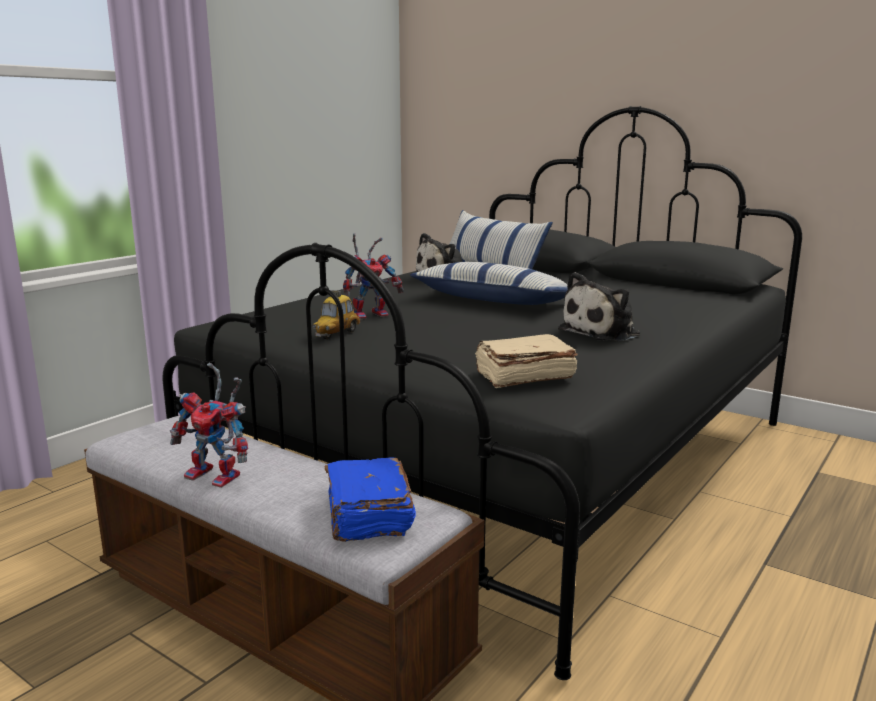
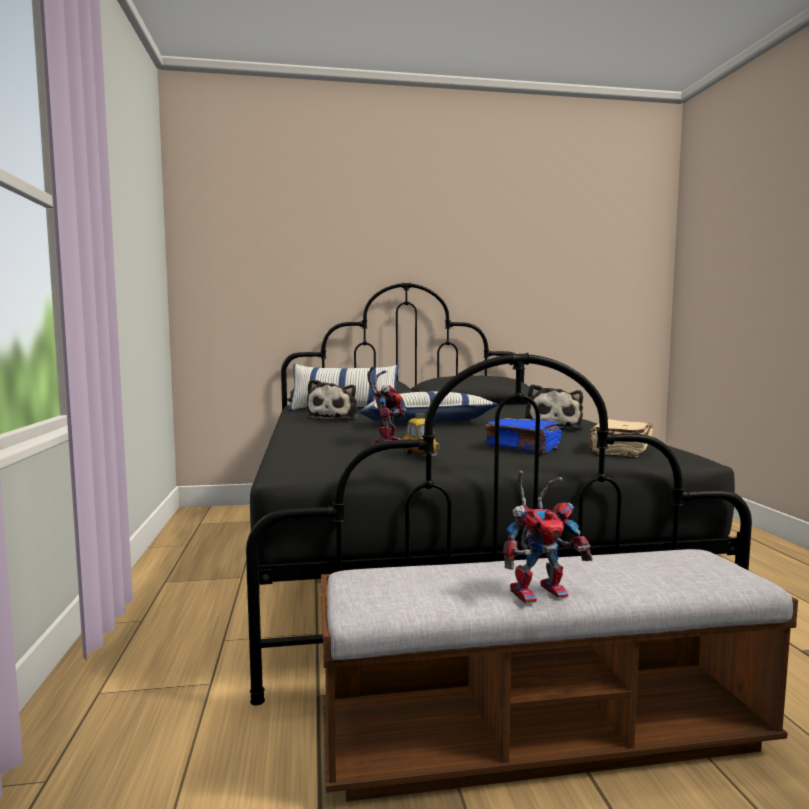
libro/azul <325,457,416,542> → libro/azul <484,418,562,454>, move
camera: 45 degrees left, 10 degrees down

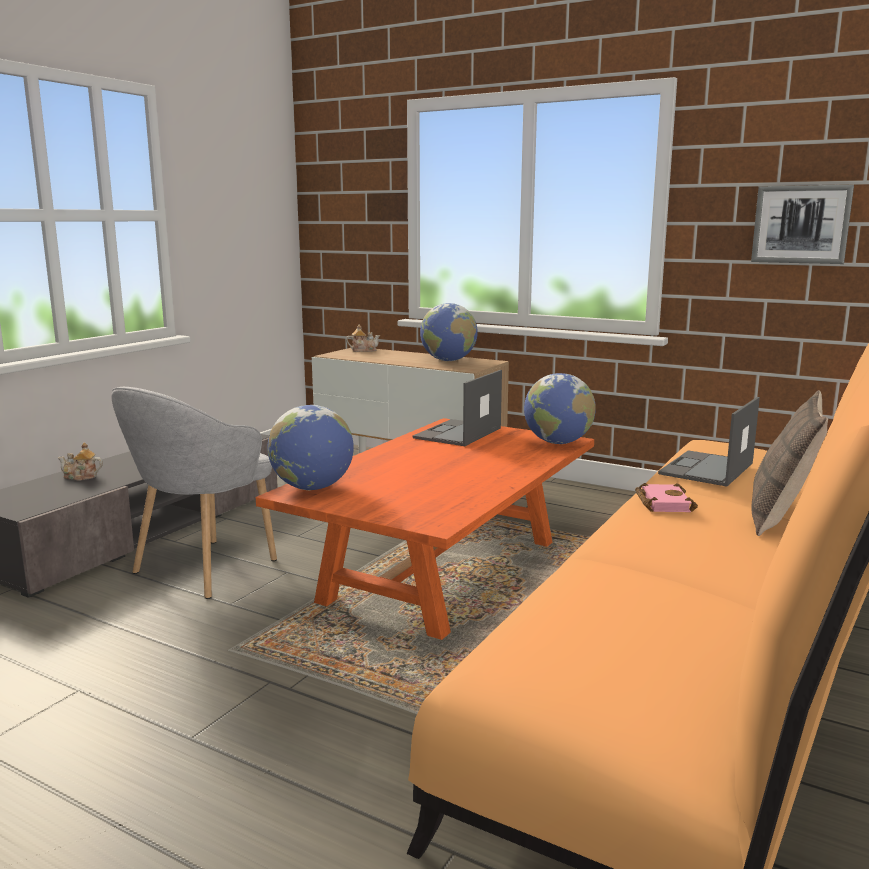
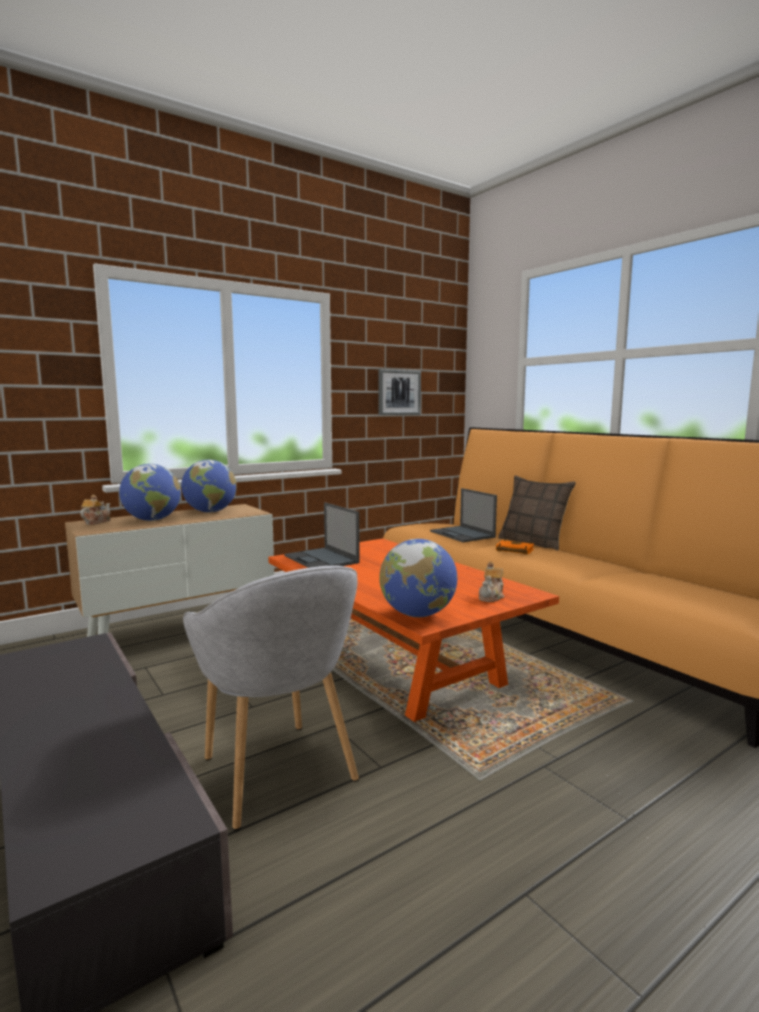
tetera <58,442,103,481> → tetera <479,561,504,602>, move
globo terráqueo <524,373,596,444> → globo terráqueo <119,464,181,521>, move
libro/rosa <635,483,698,512> → libro/naranja <496,539,534,555>
camera: 65 degrees left, 5 degrees down

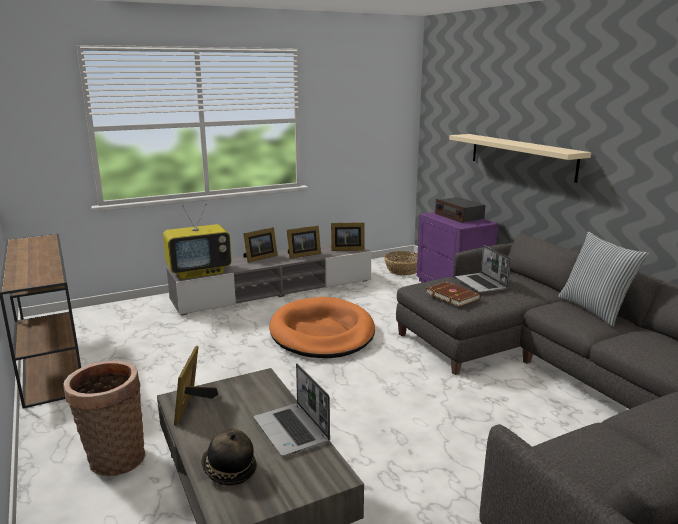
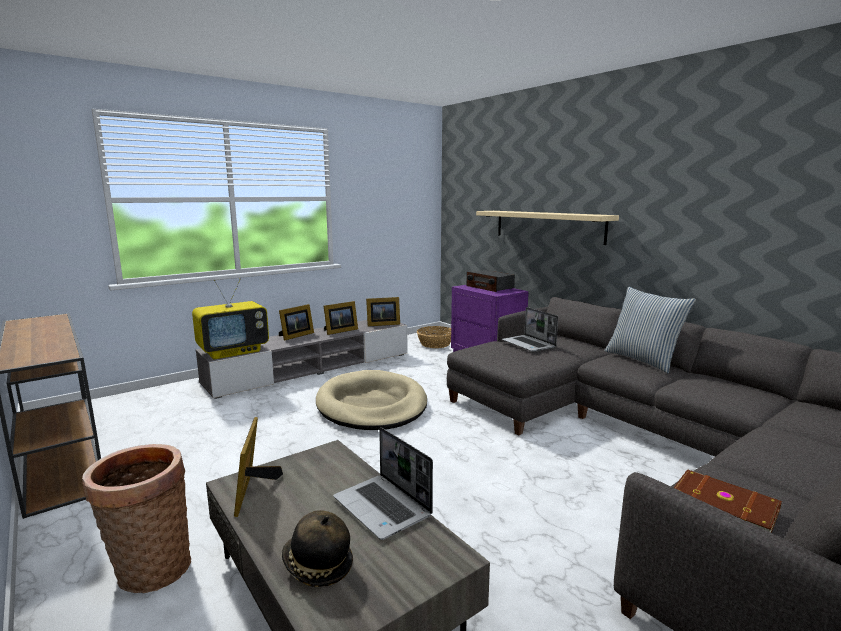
cama para perro/naranja <269,297,375,358> → cama para perro/beis <316,370,427,430>
libro/marrón <426,282,481,307> → libro/marrón <674,469,782,533>, move
camera: 10 degrees left, 5 degrees down

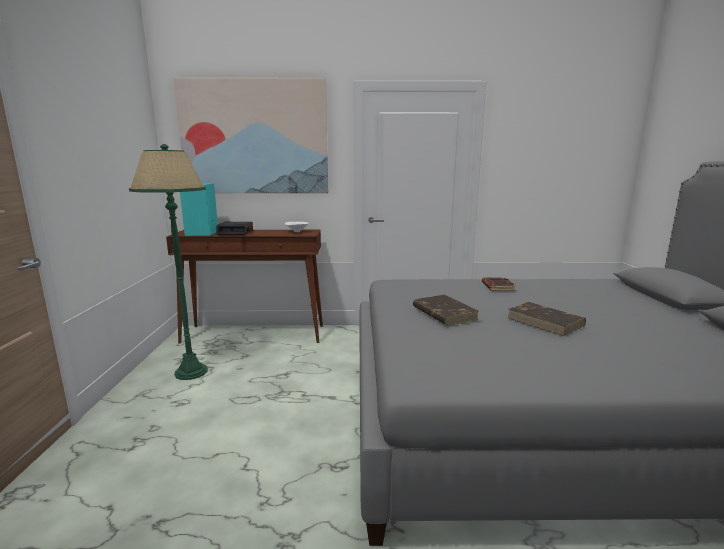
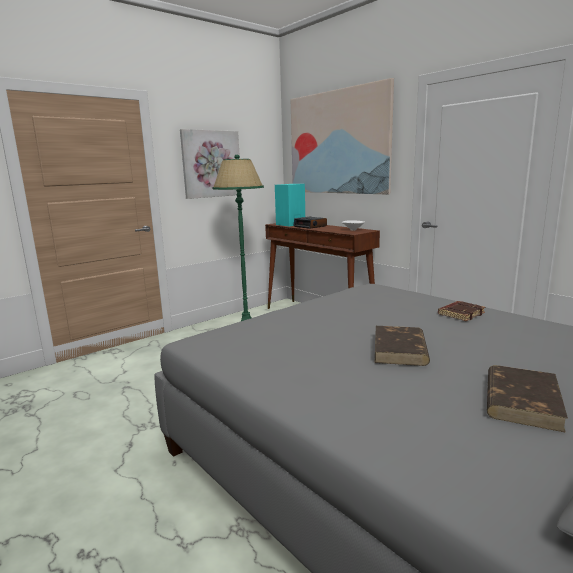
libro/marrón <413,295,479,326> → libro/marrón <487,365,568,433>, move
- → cuadro <180,129,242,199>
camera: 50 degrees right, 0 degrees up

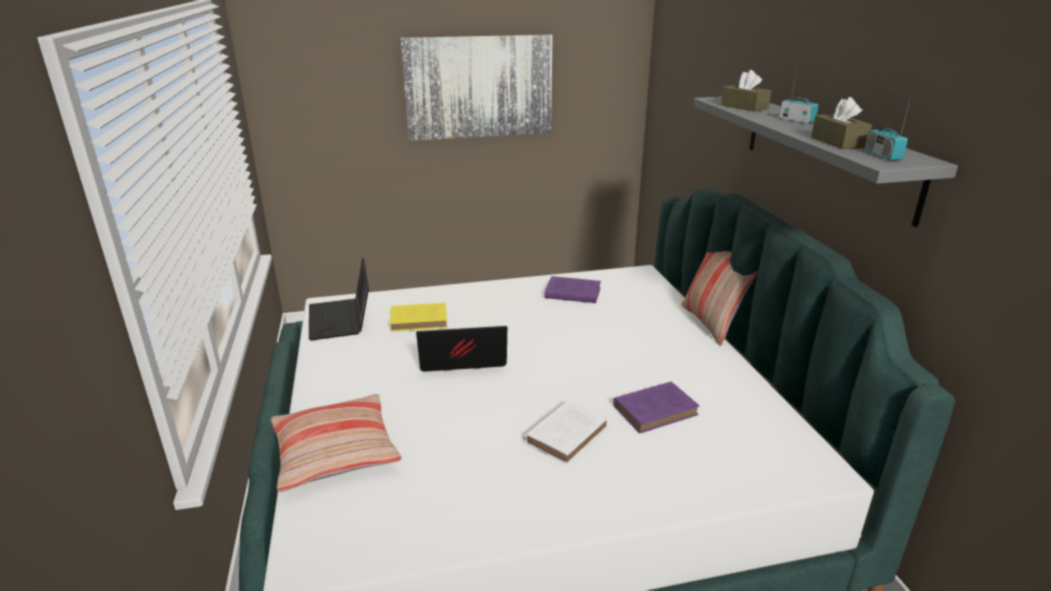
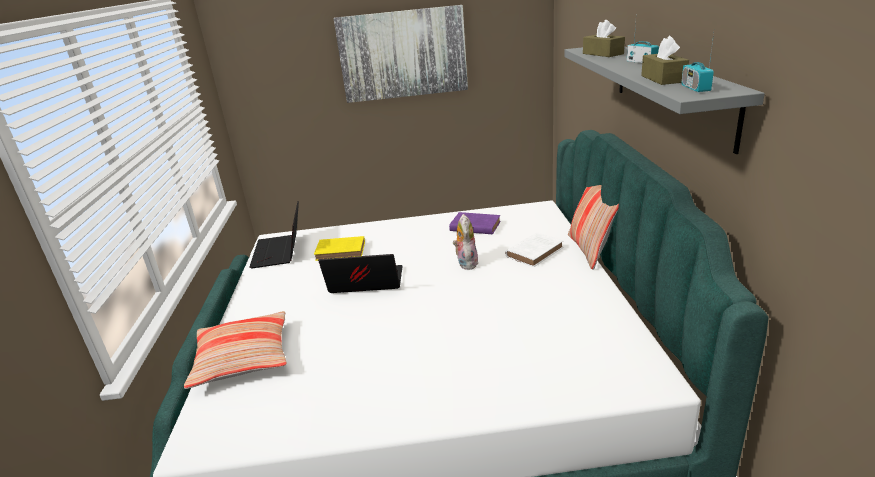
libro/blanco <525,400,609,465> → libro/blanco <506,232,563,267>, move
libro/morado <613,381,699,433> → -
- → peluche <453,214,479,270>
camera: 10 degrees right, 0 degrees up

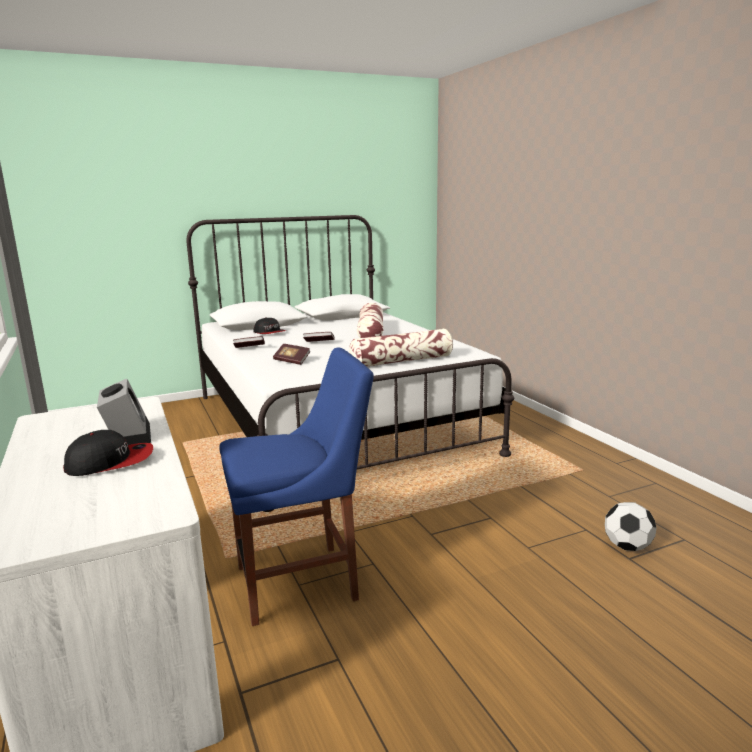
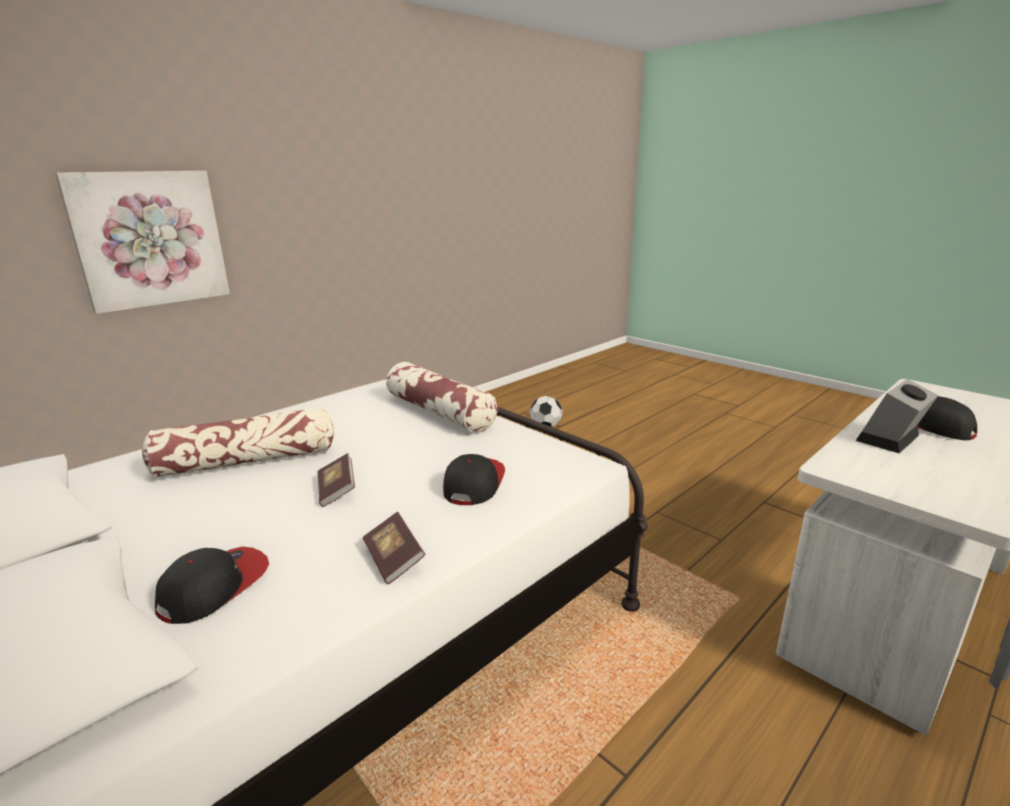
silla/azul <219,348,374,626> → -
libro <273,344,310,365> → gorra <443,454,505,505>
- → cuadro <55,171,230,314>
camera: 110 degrees left, 5 degrees up

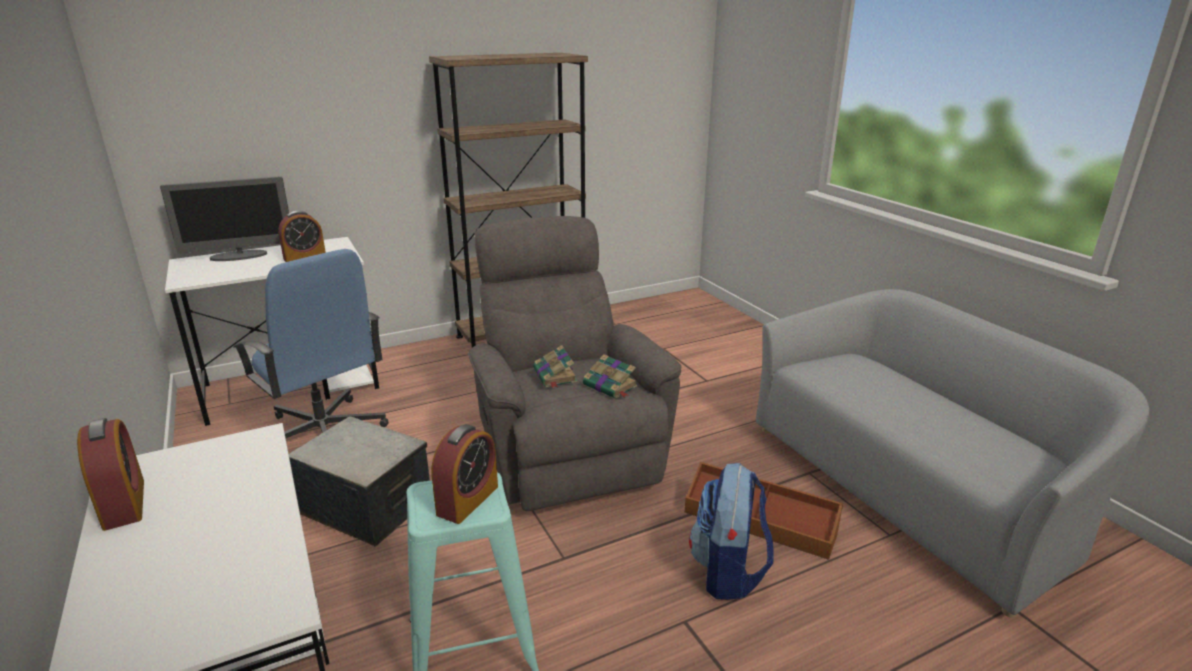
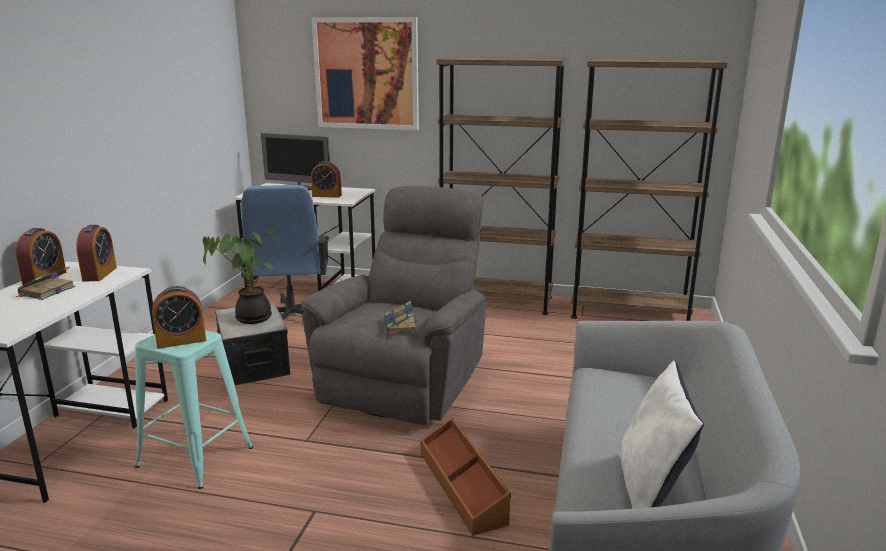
libro <533,345,578,388> → libro <16,267,75,300>, move
mochila <689,463,773,600> → -
- → despertador <76,225,117,281>
- → planta en maceta <203,229,280,324>
- → cuadro <312,17,419,130>
- → estantería/marrón <571,59,727,321>
- → cojín/blanco <619,361,704,509>
camera: 40 degrees right, 5 degrees down

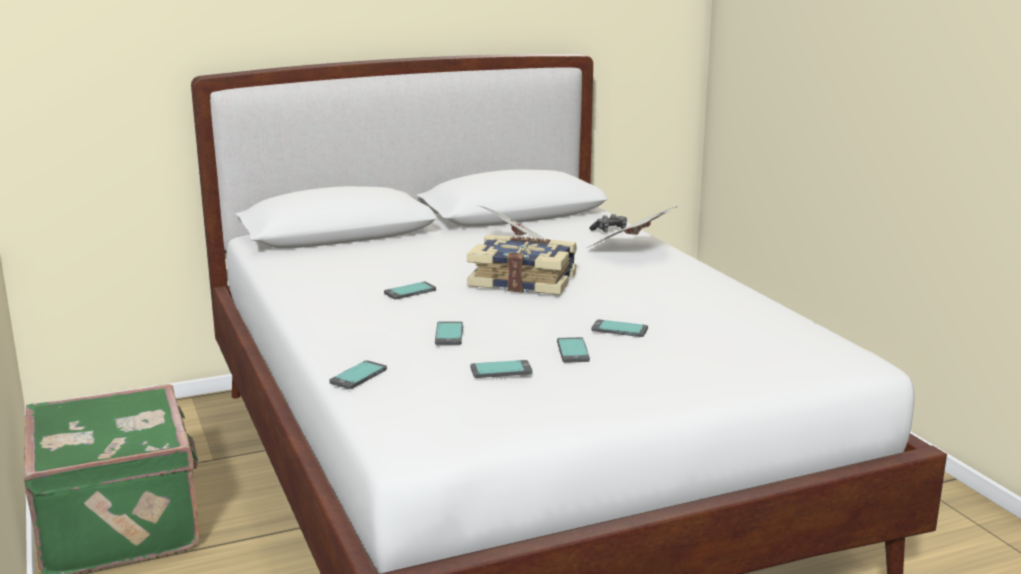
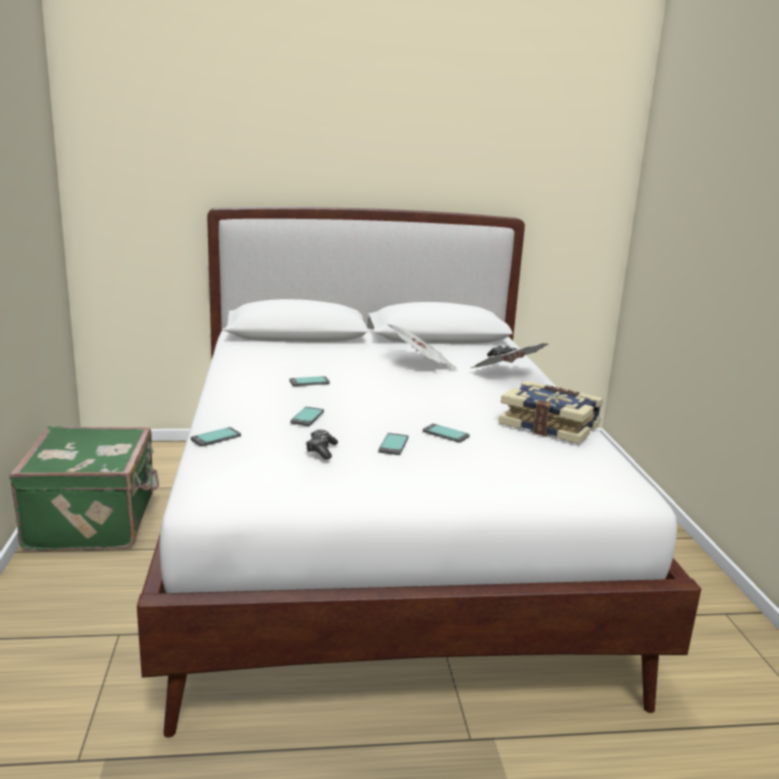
libro <467,235,577,295> → libro <499,381,603,444>, move
móvil <471,360,532,378> → mando de consola <306,430,338,460>
camera: 15 degrees right, 0 degrees up

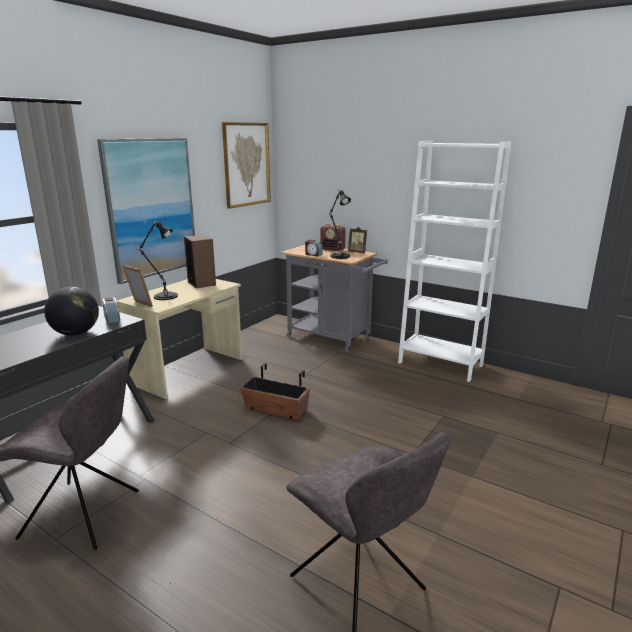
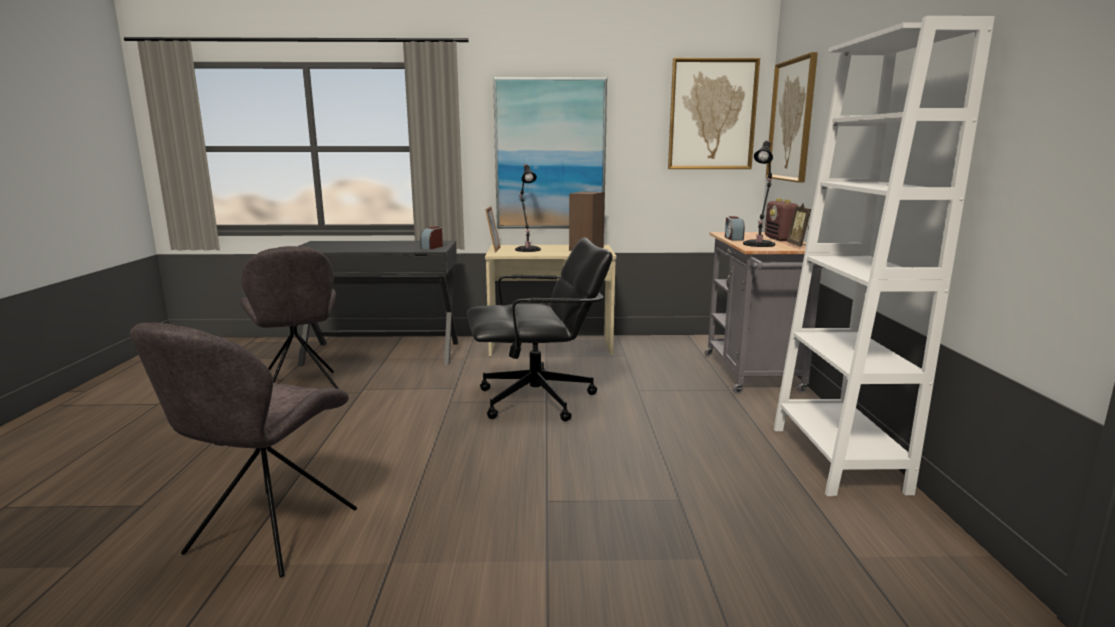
globo terráqueo <44,287,99,336> → -
maceta <240,363,310,420> → silla de oficina/negro <467,237,613,422>
- → cuadro <766,52,818,183>
camera: 55 degrees right, 5 degrees down

